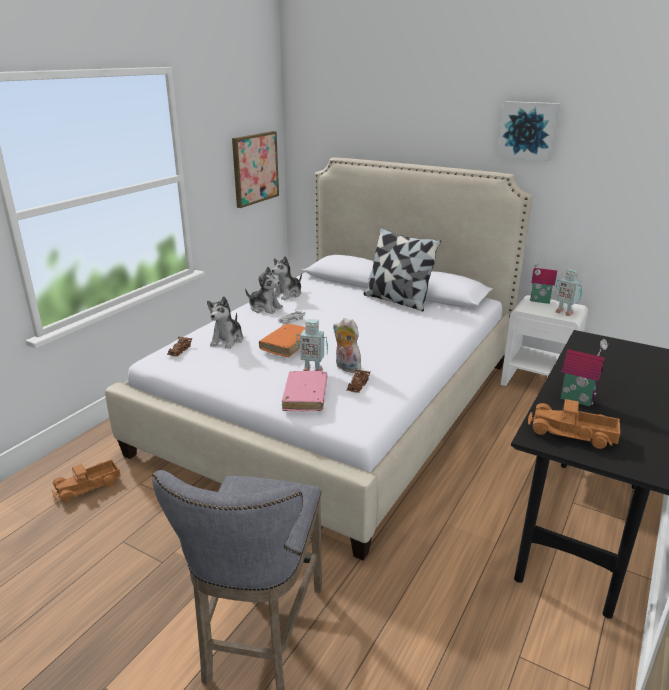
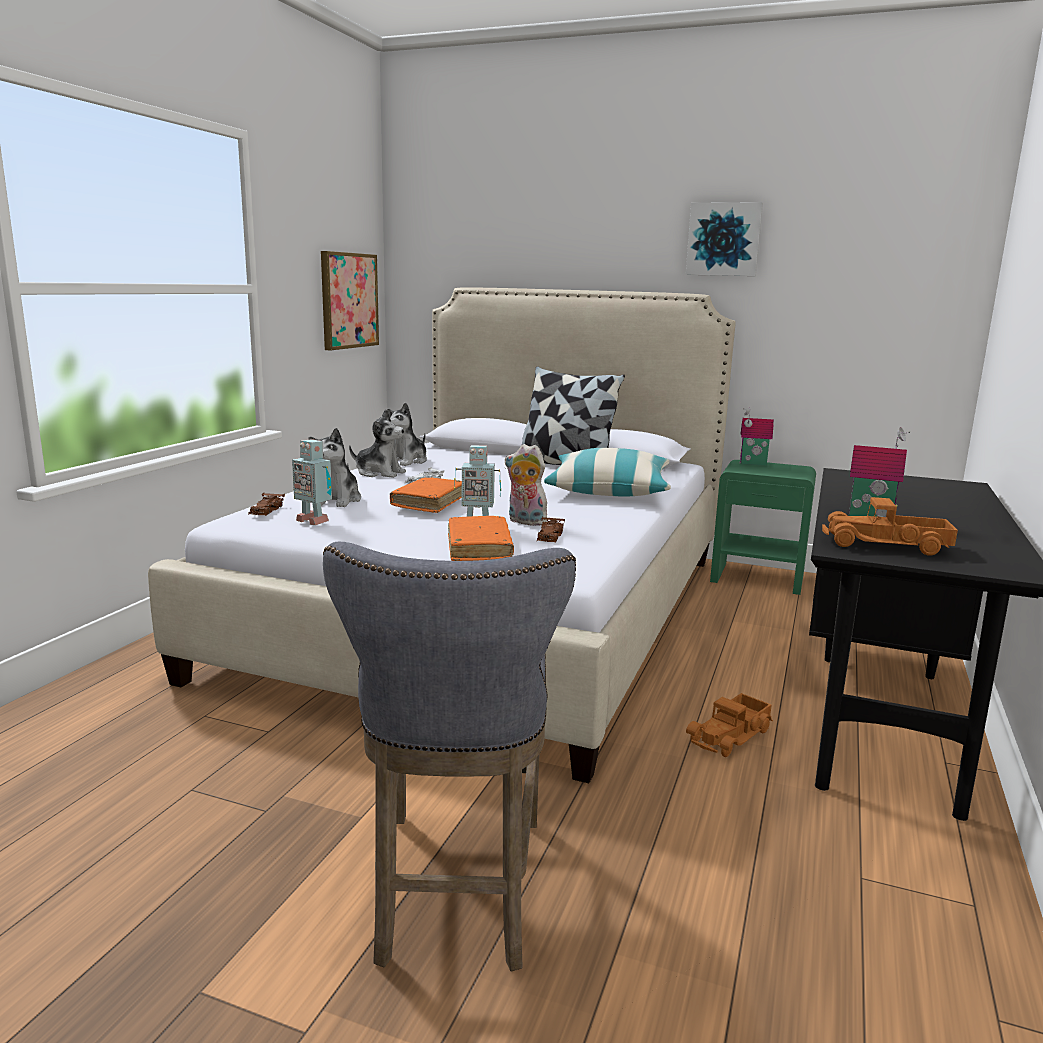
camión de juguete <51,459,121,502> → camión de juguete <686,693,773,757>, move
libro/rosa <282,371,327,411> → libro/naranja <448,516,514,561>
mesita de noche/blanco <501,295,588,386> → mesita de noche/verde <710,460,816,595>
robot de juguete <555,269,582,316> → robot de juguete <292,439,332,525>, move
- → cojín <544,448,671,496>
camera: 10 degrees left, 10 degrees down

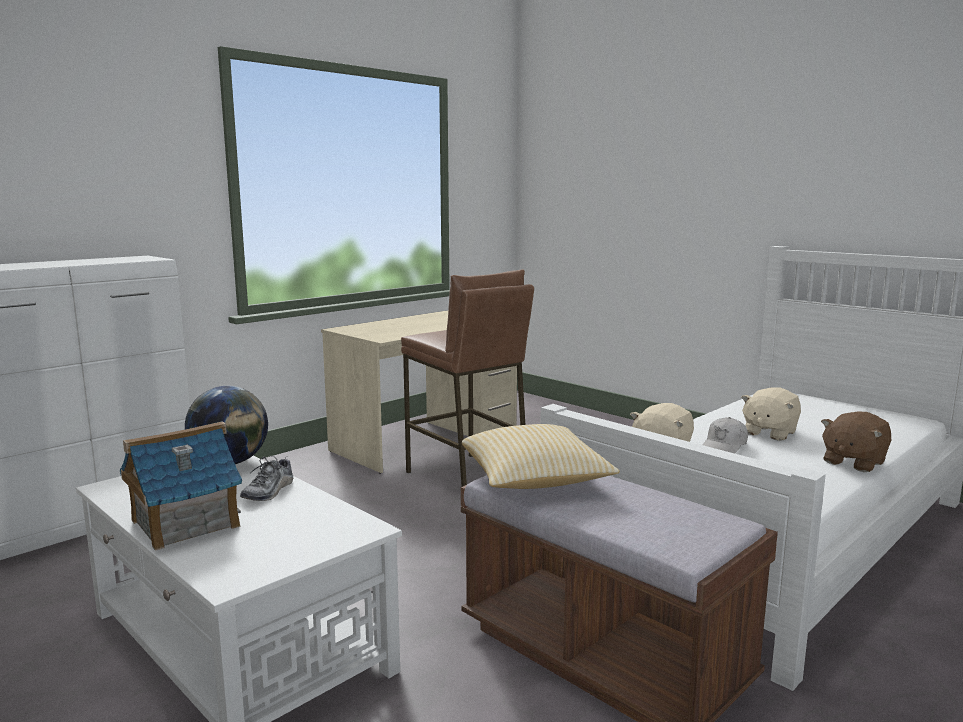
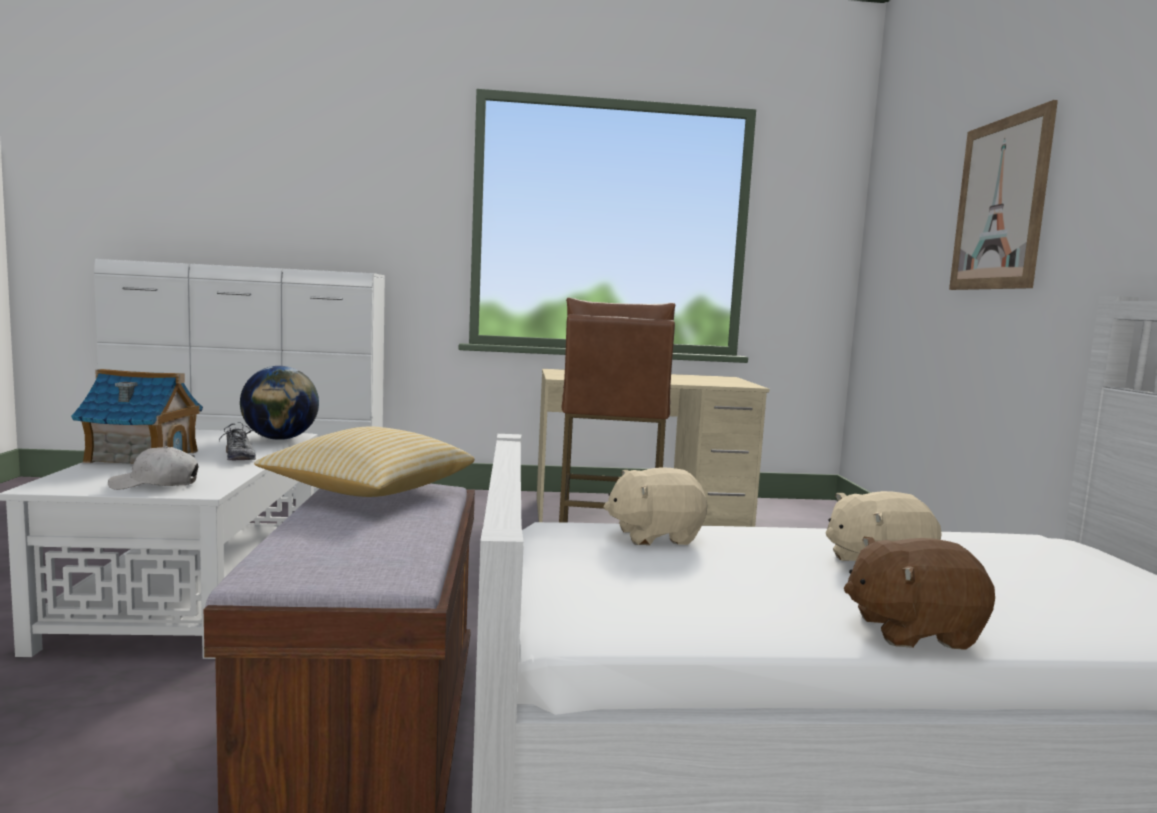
zapato <240,456,294,501> → zapato <219,422,259,460>, 90 degrees counterclockwise
gorra/blanco <703,417,748,454> → gorra/blanco <108,446,198,490>, move
- → cuadro <949,100,1058,290>
camera: 40 degrees right, 5 degrees down

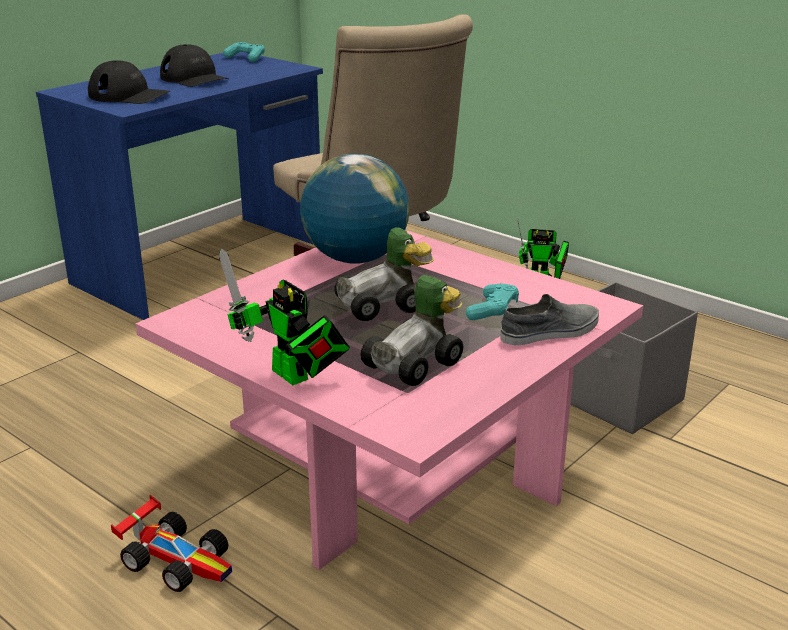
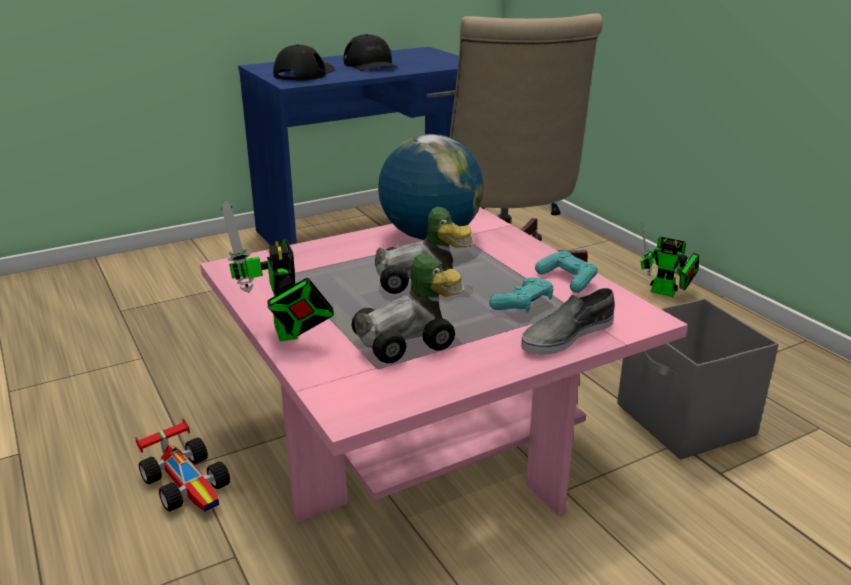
gorra/negro <88,60,170,104> → gorra/negro <273,45,335,81>, 105 degrees counterclockwise
mando de consola/turquesa <223,42,265,62> → mando de consola/turquesa <535,251,598,293>, move
zapato/gris <501,294,599,345> → zapato/gris <521,288,615,355>, 150 degrees clockwise
camera: 20 degrees right, 0 degrees up

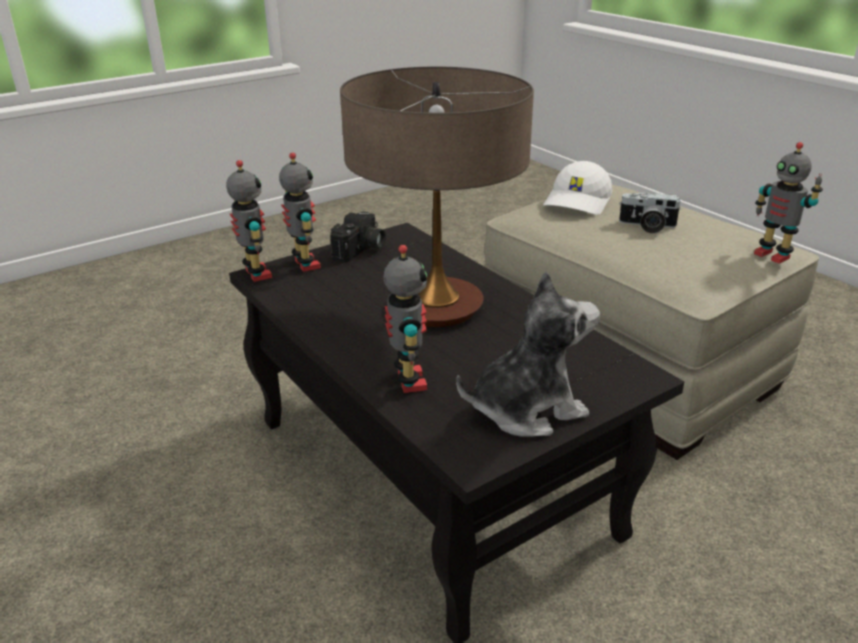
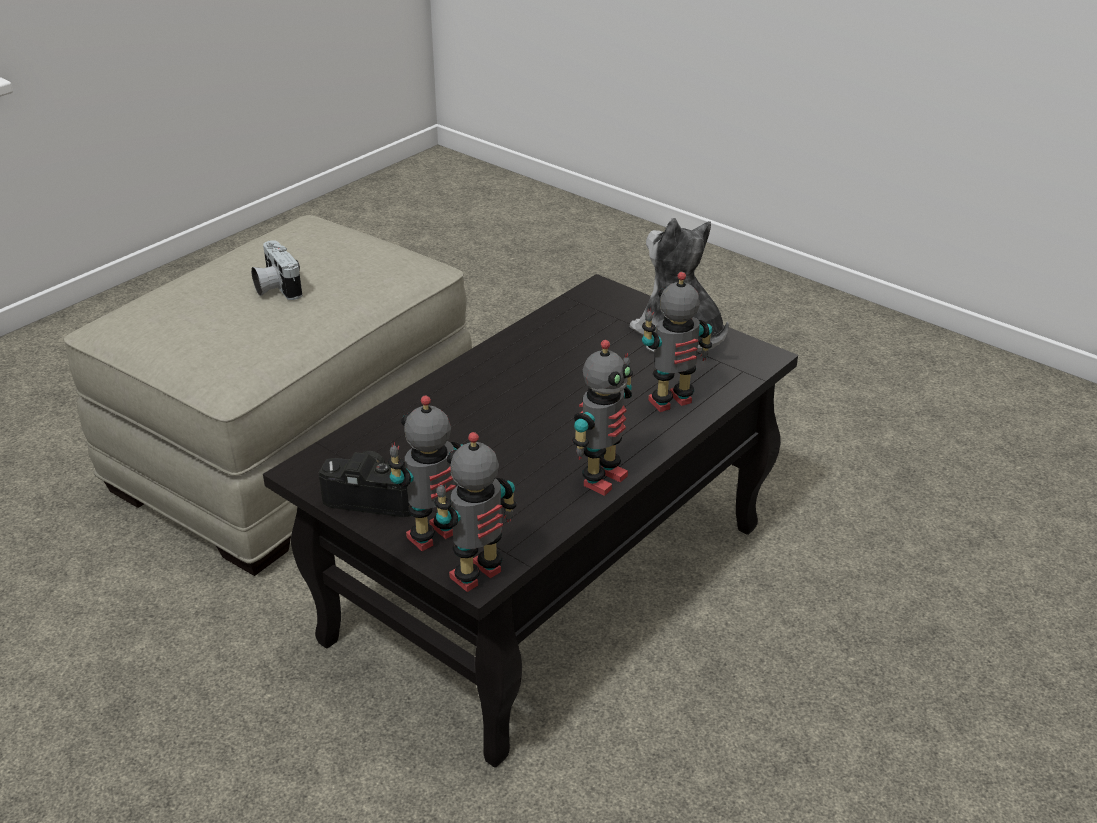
lámpara de mesa <340,66,534,327> → -
gorra/blanco <543,161,612,215> → -
cámara <619,193,682,234> → cámara <251,240,302,300>, 150 degrees clockwise
robot de juguete <754,142,823,264> → robot de juguete <572,340,633,496>, move
camera: 105 degrees left, 5 degrees up

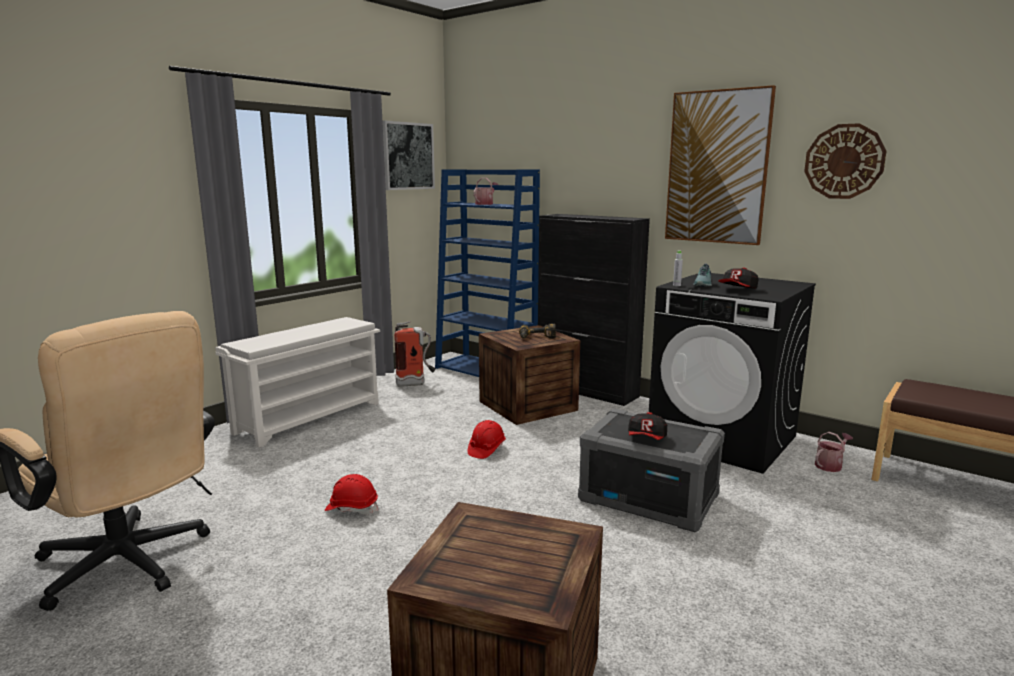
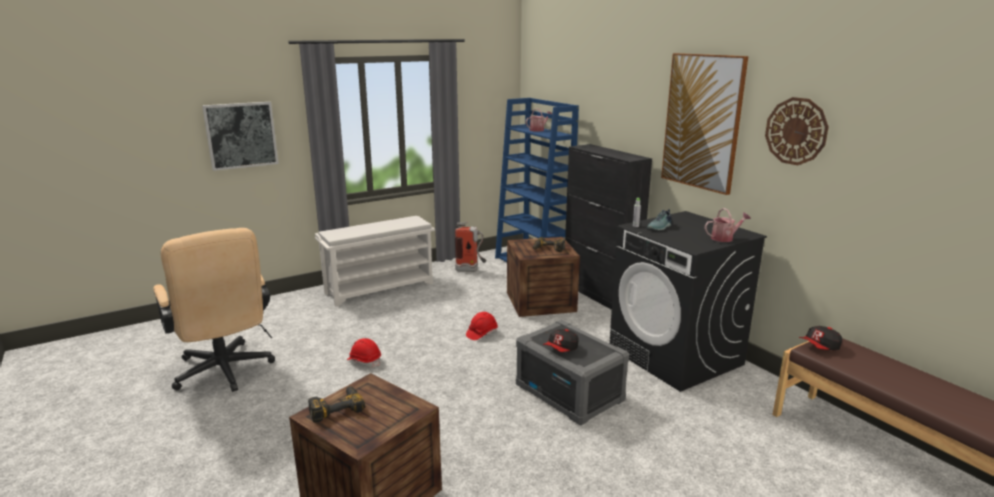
cuadro <382,121,435,190> → cuadro <202,102,279,171>, move
gorra <718,268,759,289> → gorra <799,326,843,351>, move
regadera <815,432,853,472> → regadera <705,208,751,242>, move
- → taladro <308,386,365,423>
camera: 20 degrees right, 5 degrees up

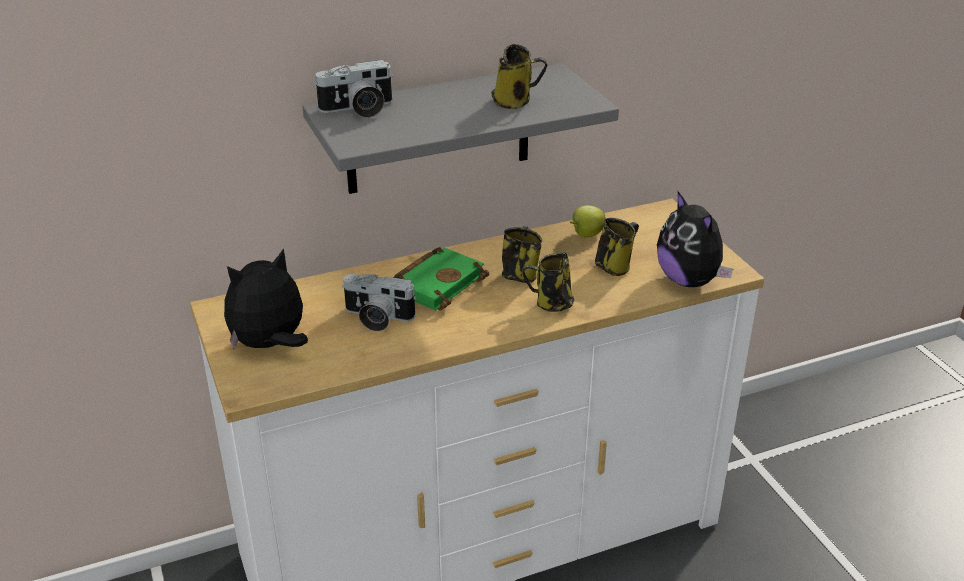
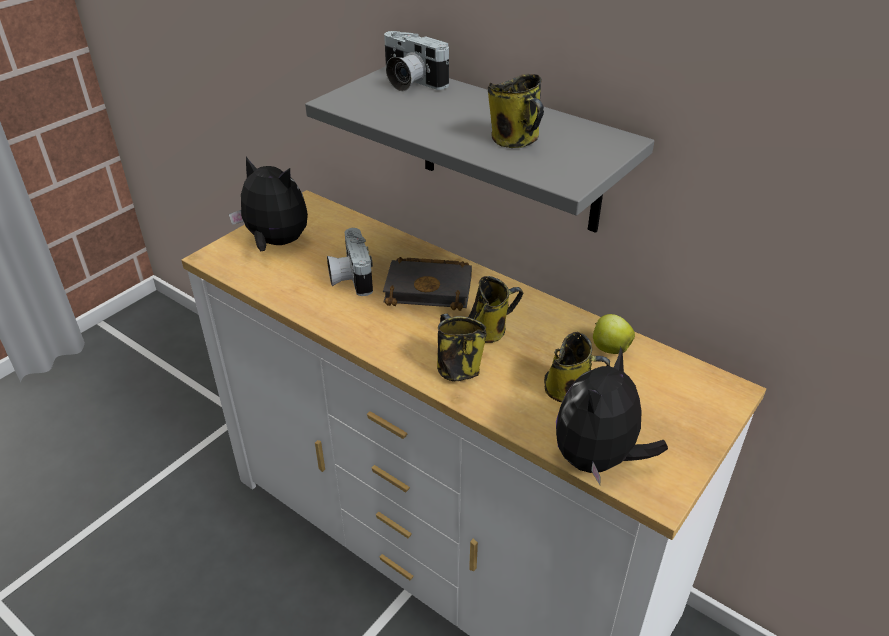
libro/verde <393,247,489,311> → libro/negro <383,257,472,311>
camera: 60 degrees right, 5 degrees up

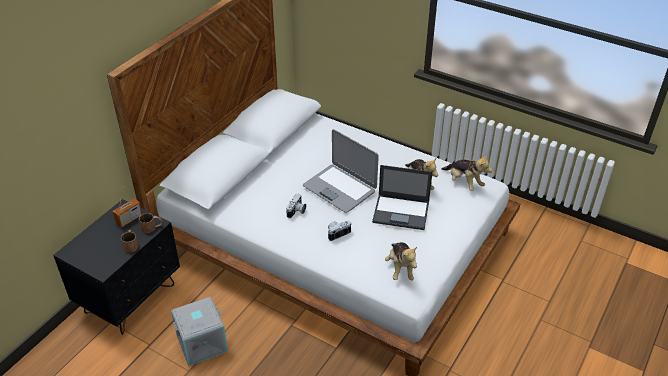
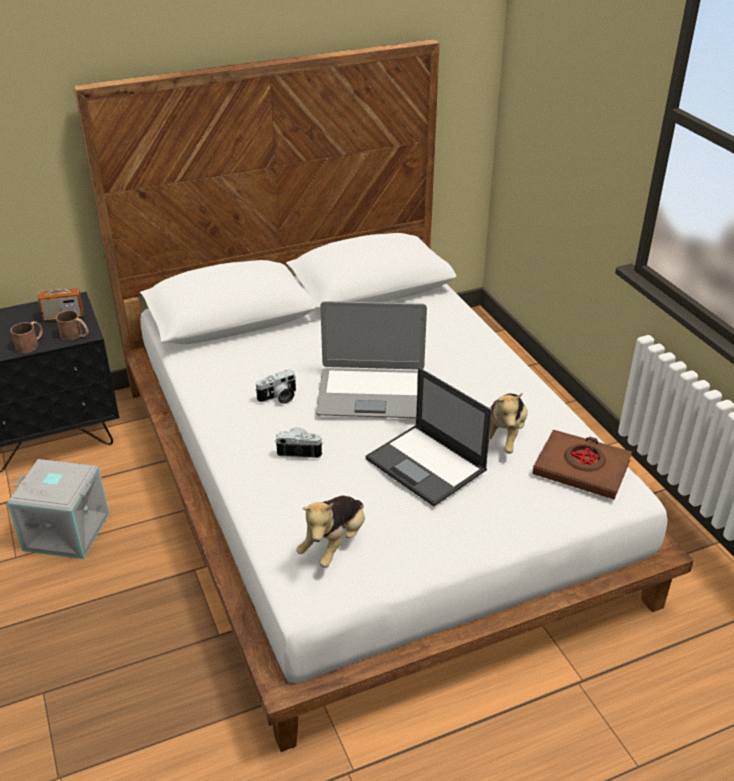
portátil <303,129,379,213> → portátil <316,301,427,418>, 75 degrees counterclockwise
peluche <441,154,492,191> → libro/marrón <533,430,632,500>
camera: 35 degrees right, 5 degrees down

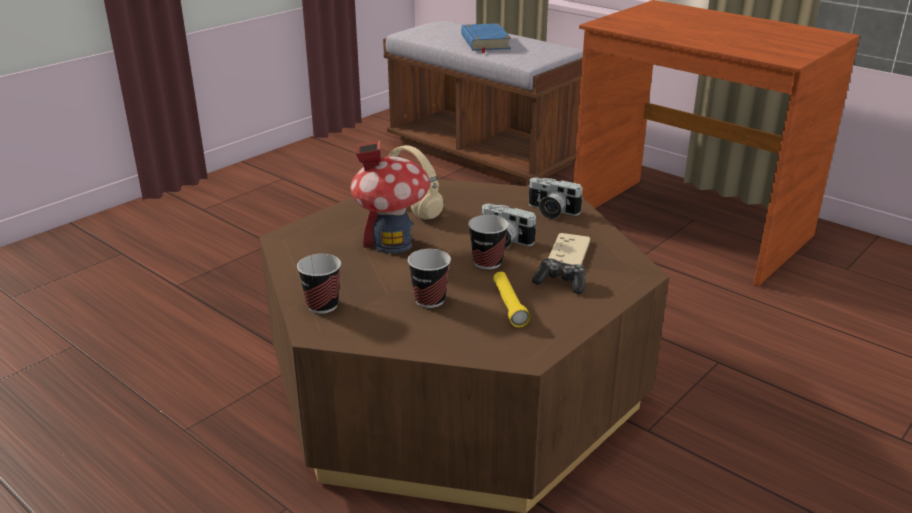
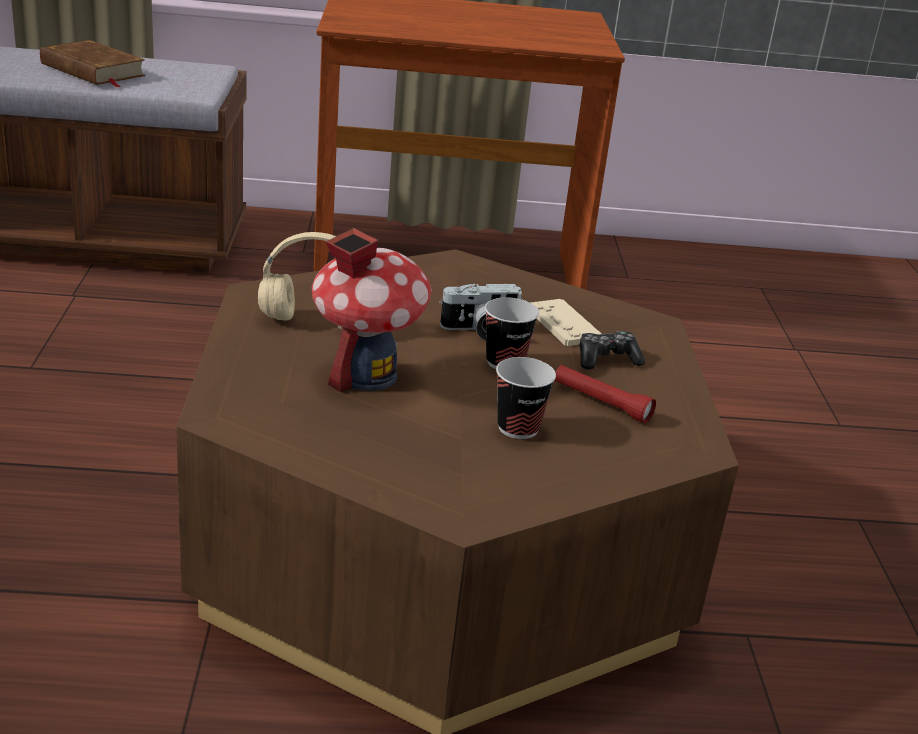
taza <297,254,341,314> → -
libro/azul <461,23,511,53> → libro/marrón <40,40,146,87>
linterna/amarillo <493,272,530,328> → linterna/rojo <555,365,656,423>
cámara <528,177,583,219> → -
camera: 45 degrees left, 0 degrees up

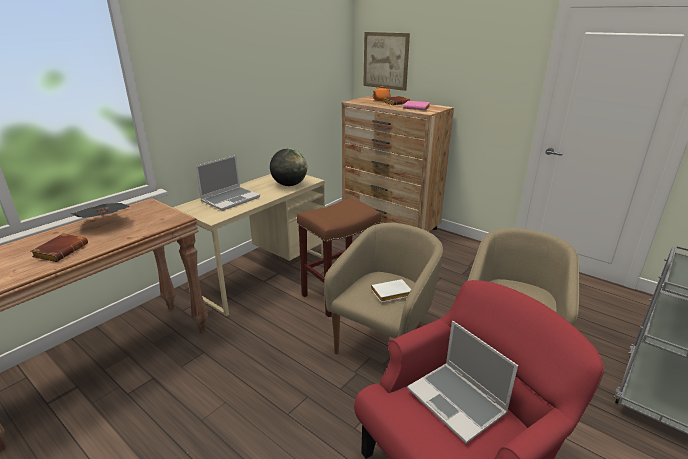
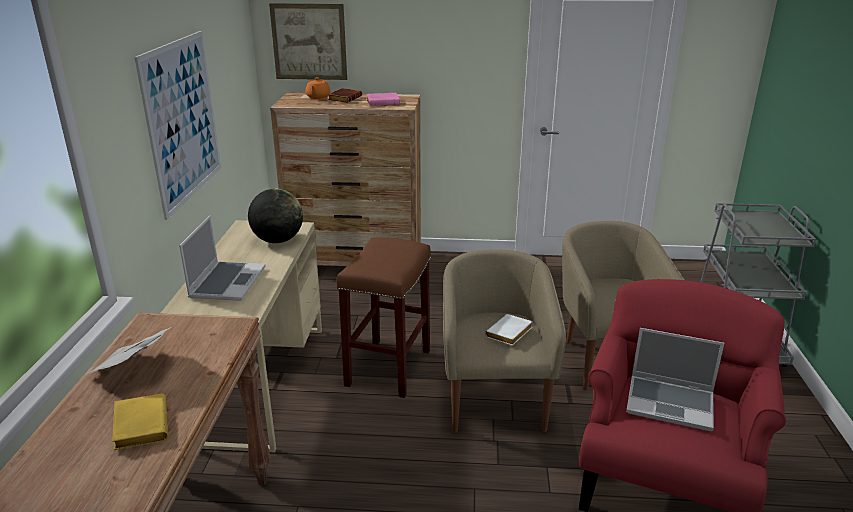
libro/marrón <31,233,88,262> → libro/amarillo <112,394,168,450>
- → cuadro <134,31,221,220>
camera: 35 degrees left, 0 degrees up

